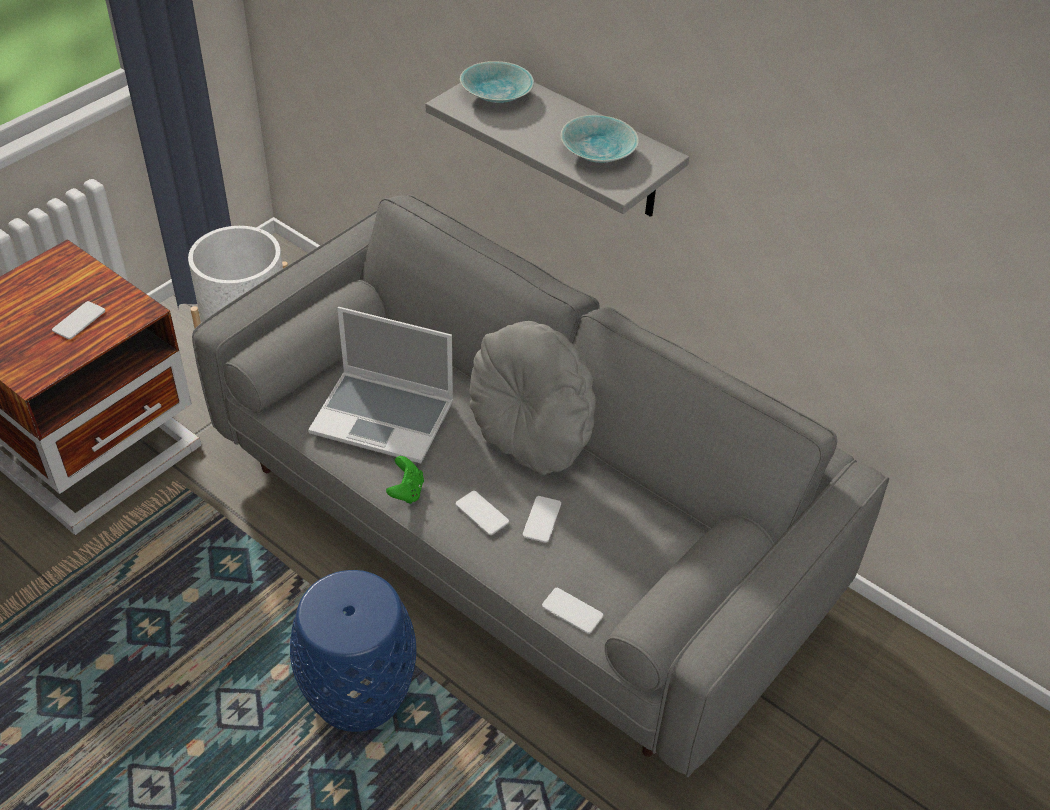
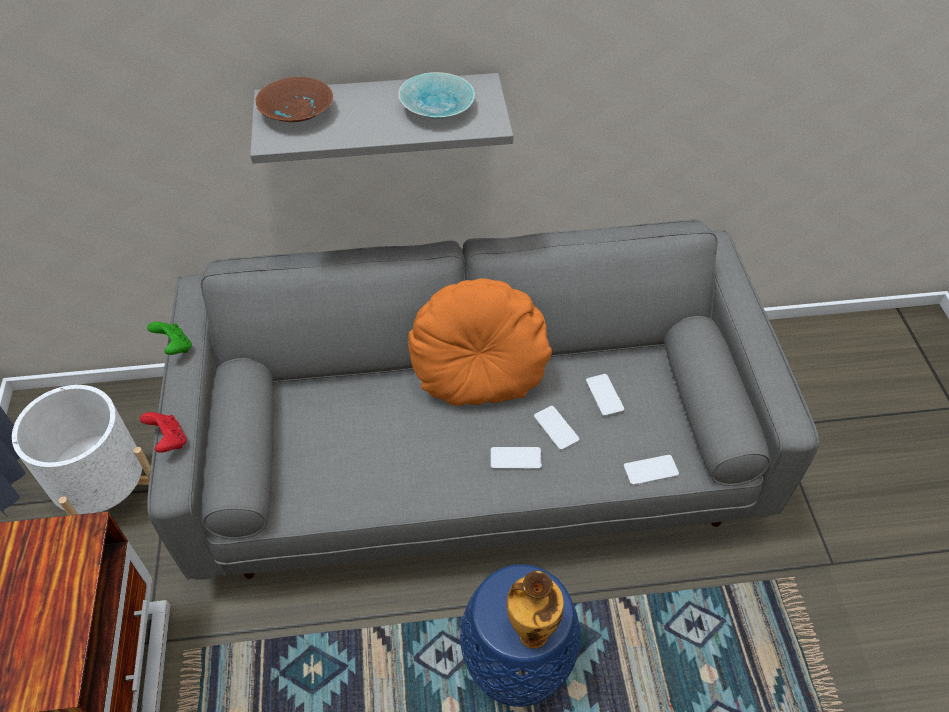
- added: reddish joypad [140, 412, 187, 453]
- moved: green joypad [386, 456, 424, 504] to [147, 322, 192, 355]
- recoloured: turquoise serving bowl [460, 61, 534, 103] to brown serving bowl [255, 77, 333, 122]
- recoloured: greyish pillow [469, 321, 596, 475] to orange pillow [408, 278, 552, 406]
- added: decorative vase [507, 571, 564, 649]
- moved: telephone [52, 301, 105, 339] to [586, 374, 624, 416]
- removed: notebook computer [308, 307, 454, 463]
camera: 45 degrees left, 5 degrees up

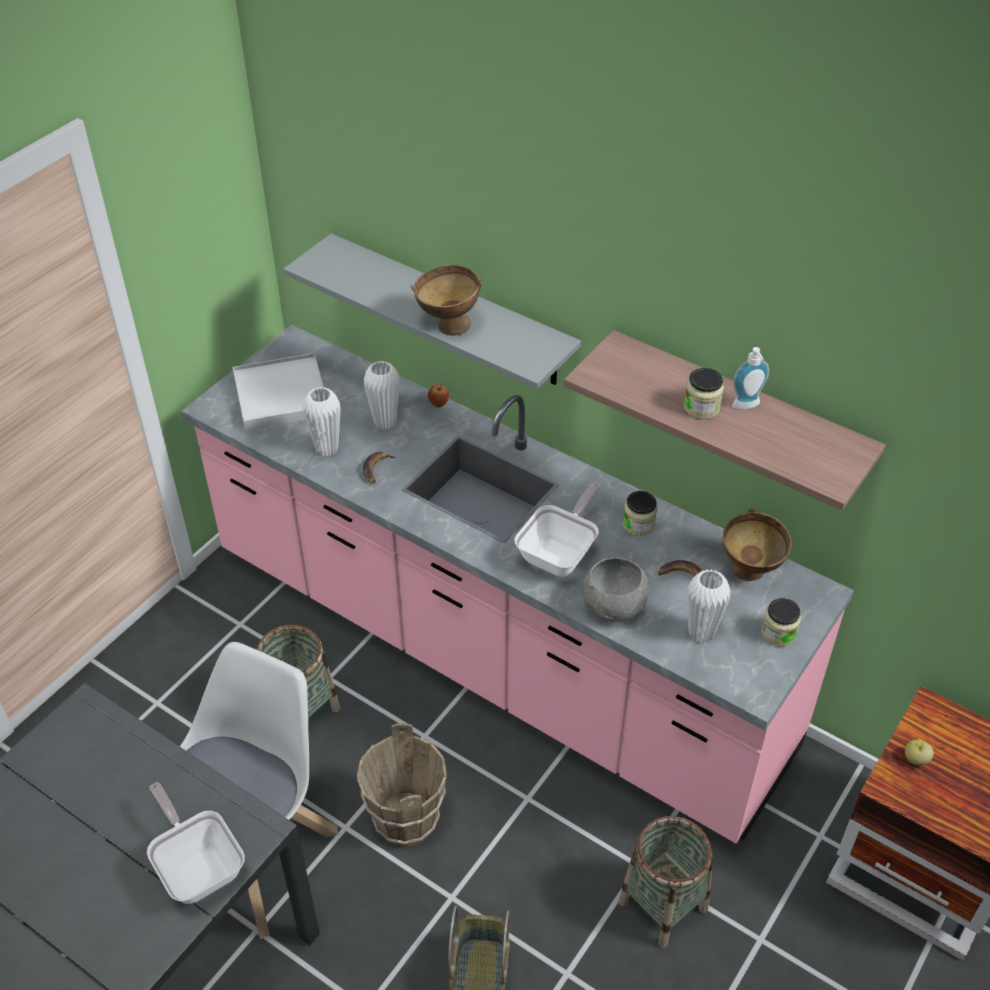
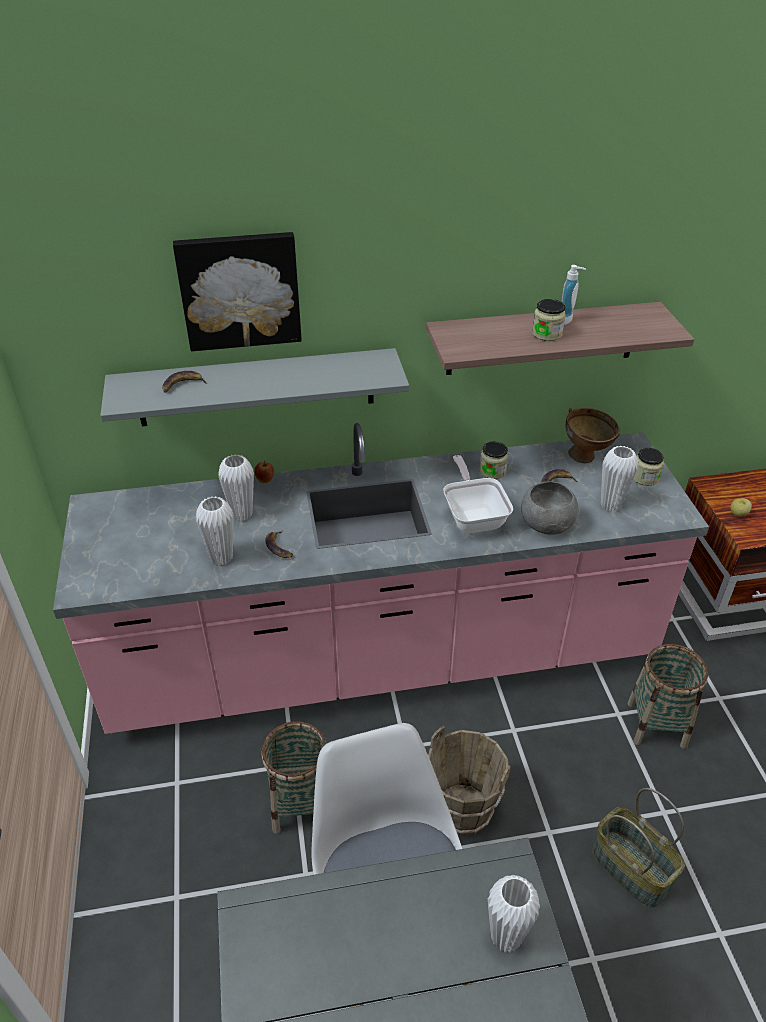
- added: banana fruit [162, 371, 207, 392]
- added: picture [173, 232, 302, 351]
- replaced: skillet [147, 782, 245, 904] to white decorative vase [488, 875, 540, 953]
- removed: white tray [233, 353, 324, 431]
- removed: brown serving bowl [410, 265, 482, 336]
camera: 45 degrees left, 5 degrees down

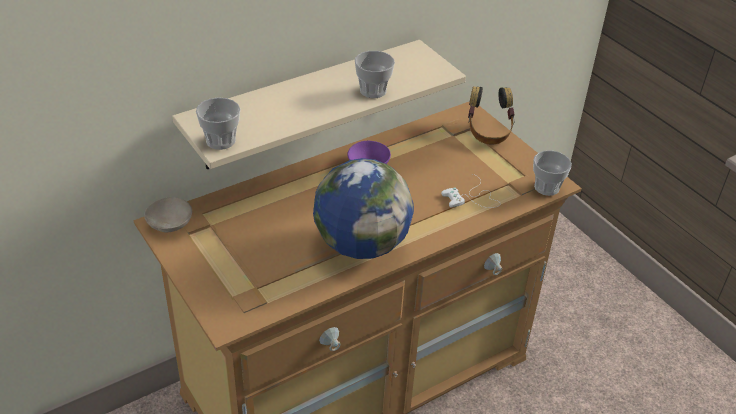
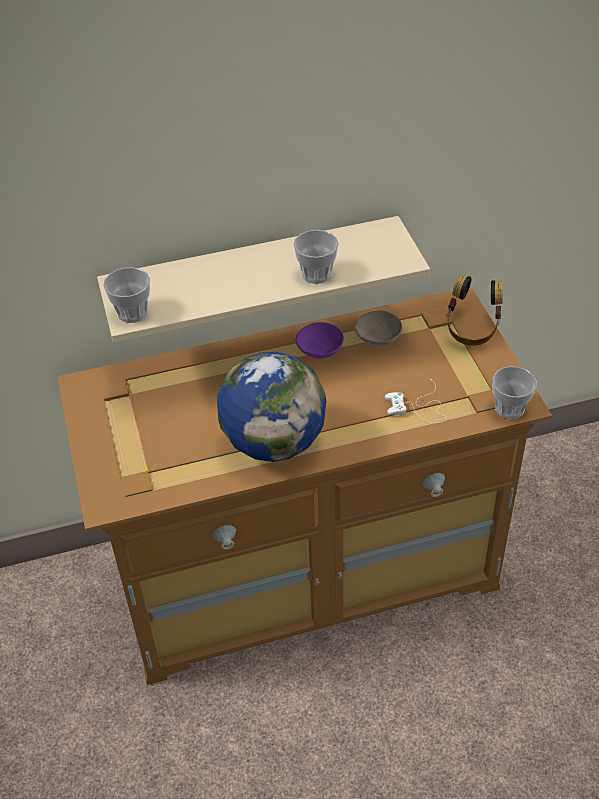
- moved: beige-coloured serving bowl [144, 197, 192, 233] to [355, 311, 402, 346]
camera: 20 degrees right, 5 degrees up

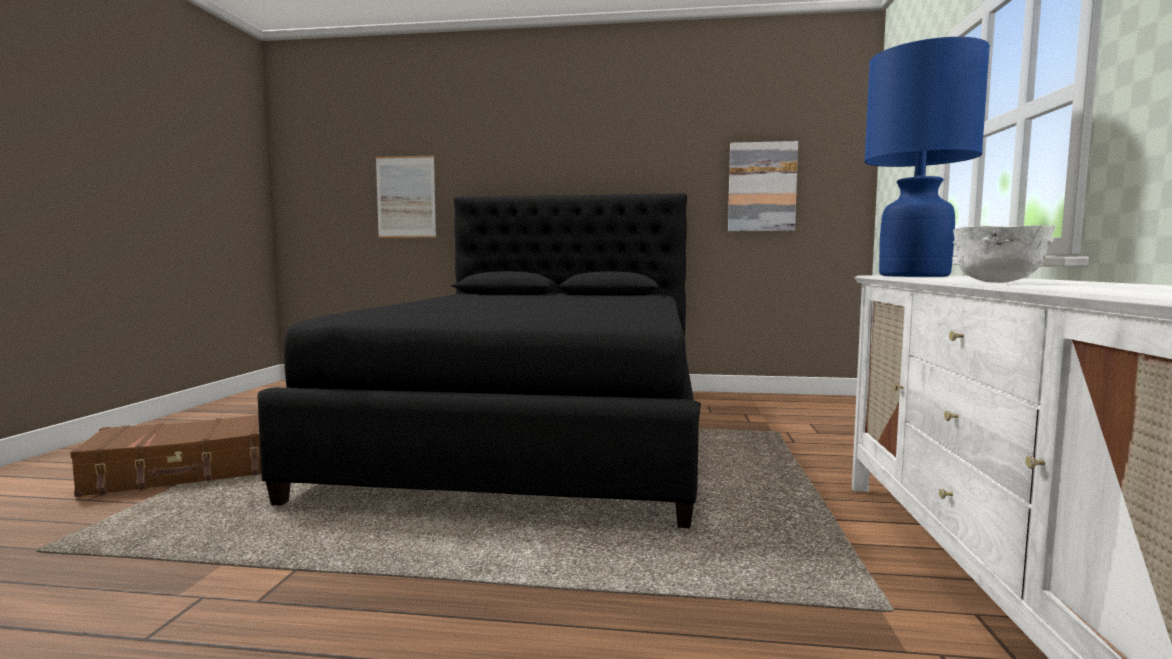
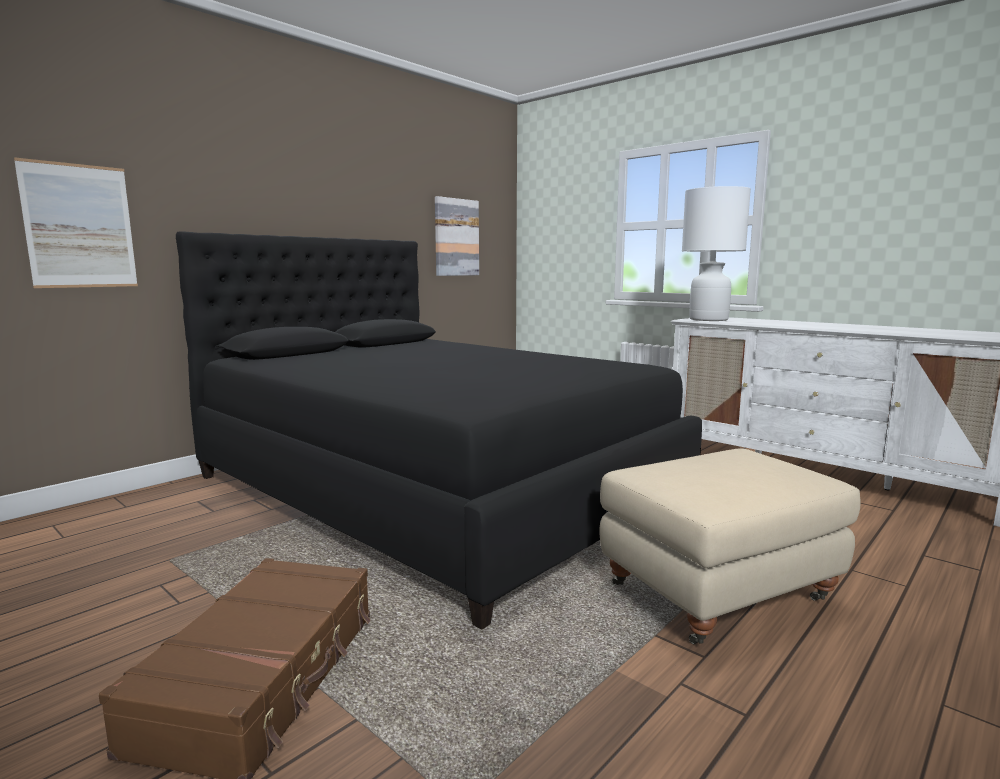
- added: beige-coloured pouffe [599, 448, 861, 644]
- recoloured: blue lamp for a table [864, 37, 990, 277] to white lamp for a table [682, 186, 751, 321]
- removed: white serving bowl [953, 225, 1056, 283]
camera: 55 degrees left, 5 degrees up

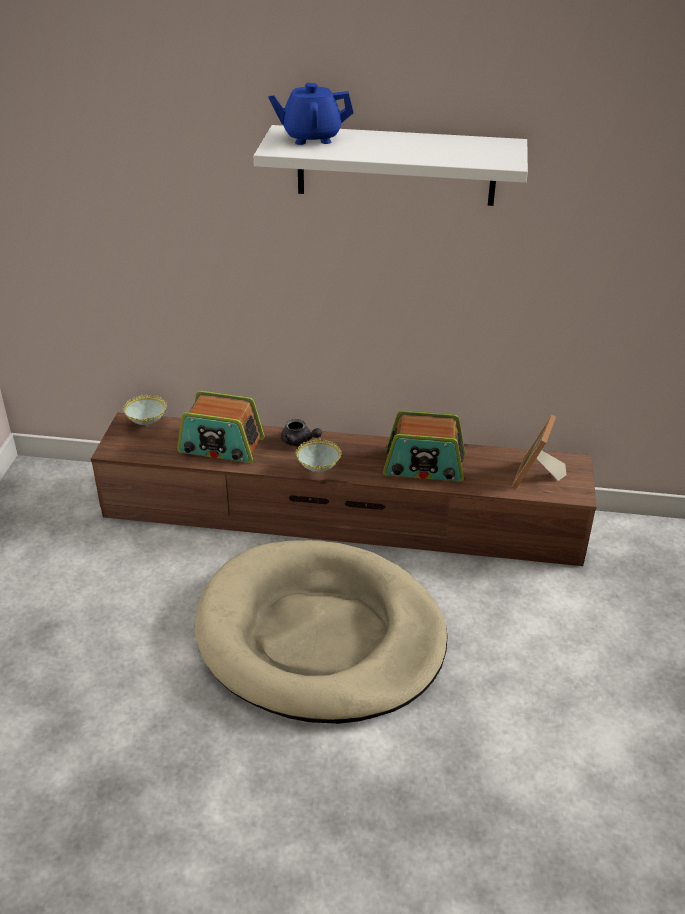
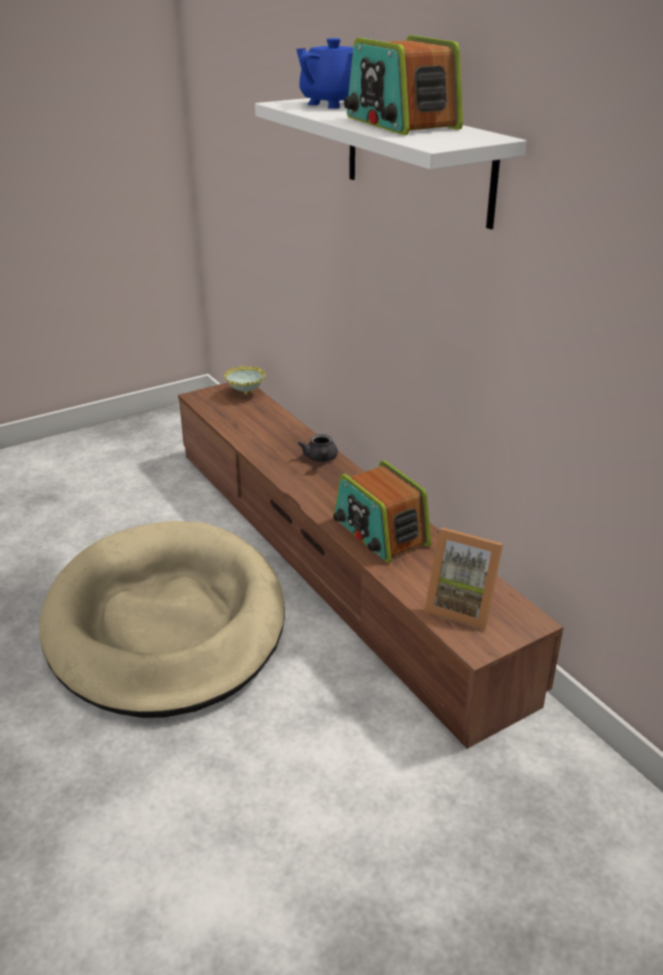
- moved: radio receiver [177, 391, 265, 463] to [344, 35, 463, 135]
- turned: picture frame [512, 414, 566, 489] = [424, 528, 503, 630] 135 degrees counterclockwise
- removed: serving bowl [296, 439, 342, 472]
camera: 50 degrees right, 5 degrees down

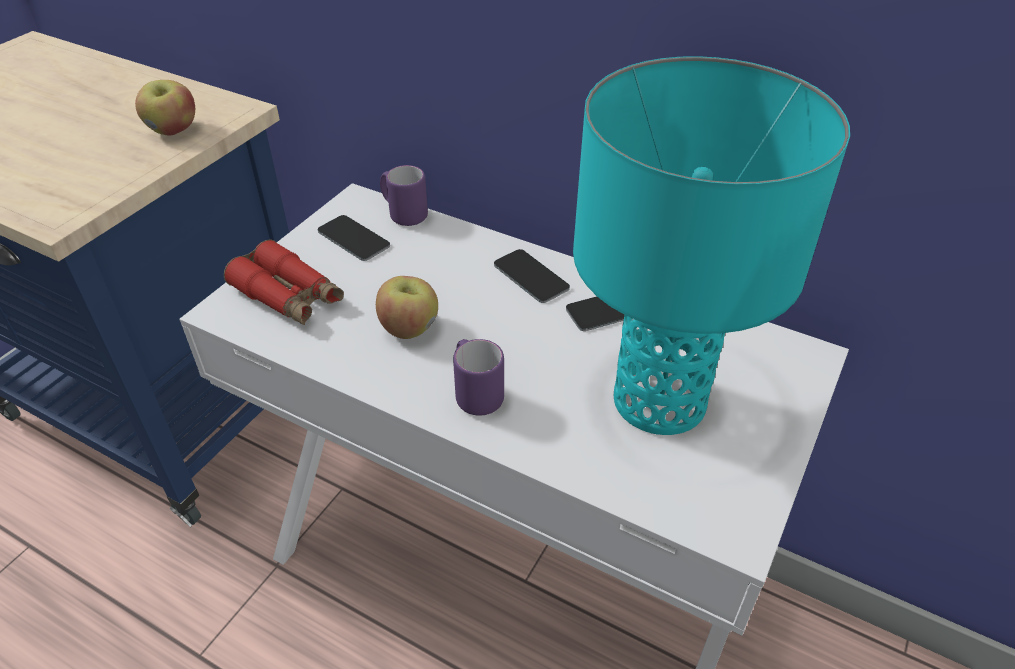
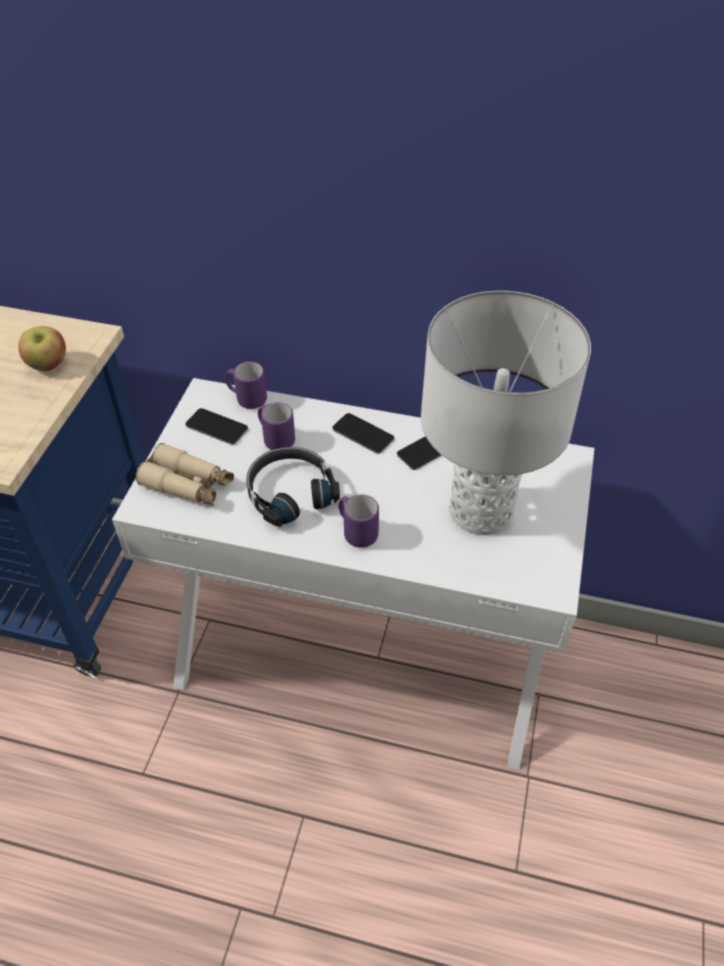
- recoloured: reddish binoculars [224, 239, 344, 325] to beige-coloured binoculars [136, 443, 234, 506]
- replaced: apple fruit [376, 276, 438, 339] to black headphones [246, 447, 340, 527]
- added: purple mug [258, 402, 295, 450]
- recoloured: turquoise lamp for a table [573, 56, 850, 435] to white lamp for a table [421, 291, 591, 535]
camera: 15 degrees left, 5 degrees up

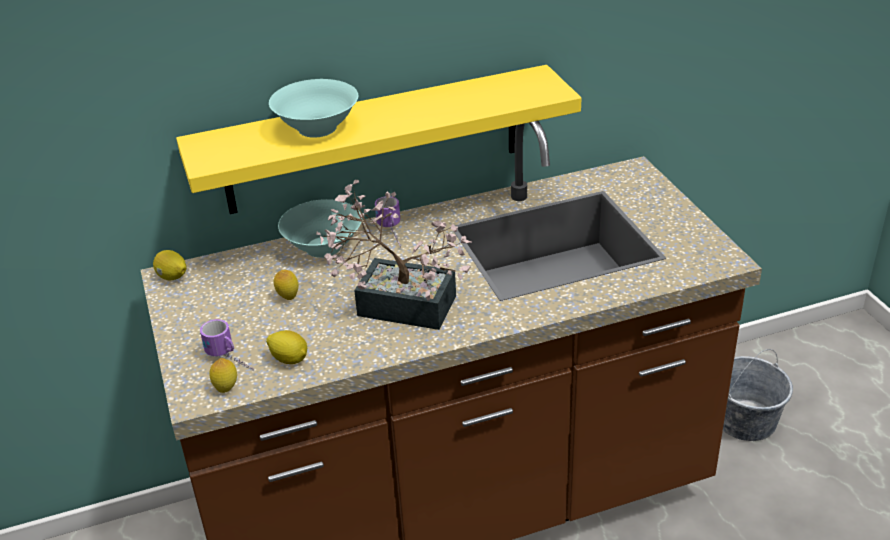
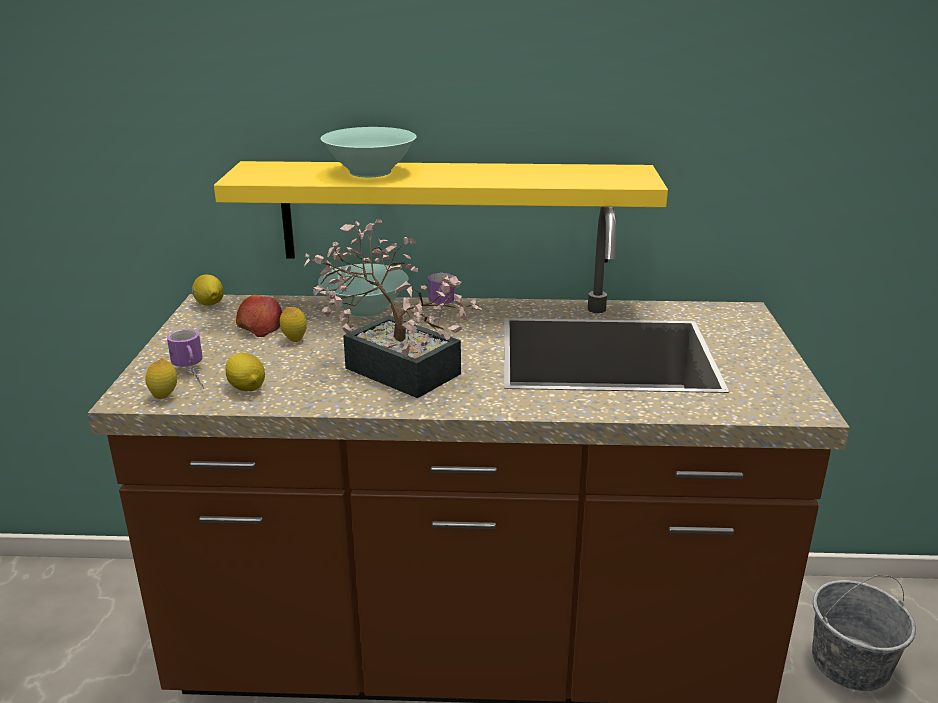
- added: apple fruit [236, 295, 282, 337]
camera: 20 degrees right, 10 degrees down

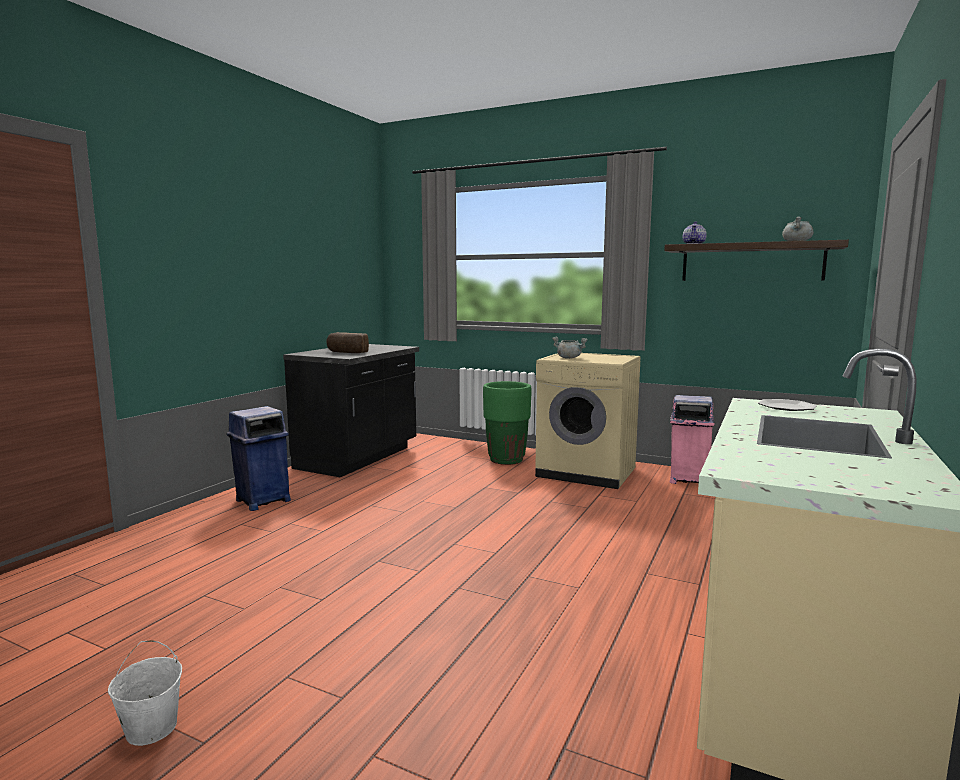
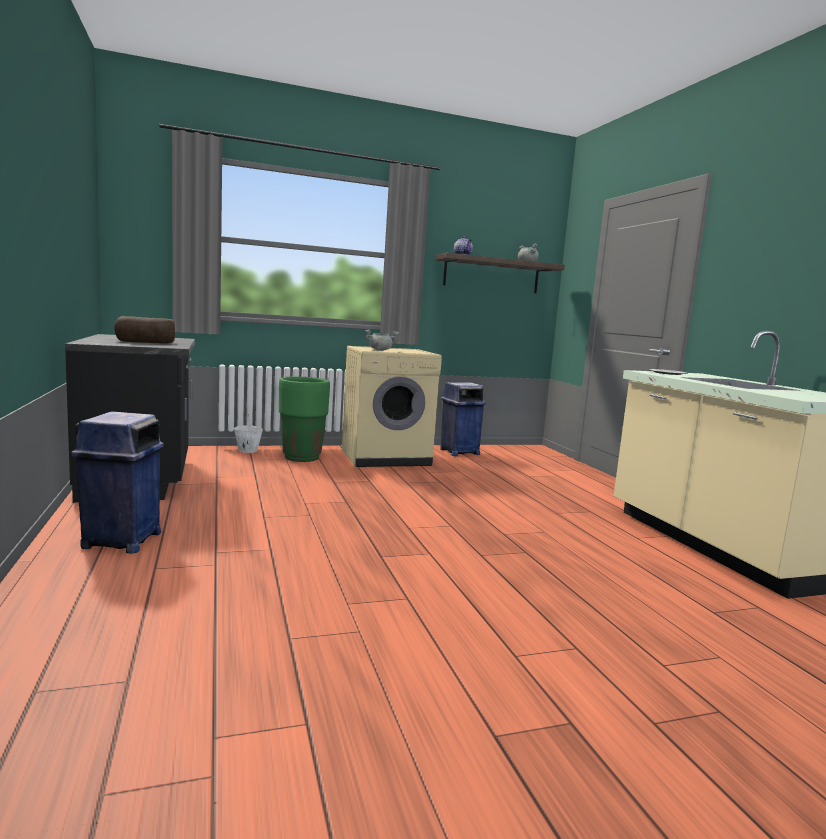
- moved: white pail [108, 640, 182, 746] to [233, 413, 263, 453]
- recoloured: pink trash can [670, 395, 715, 484] to blue trash can [440, 382, 486, 456]
camera: 45 degrees left, 0 degrees up

